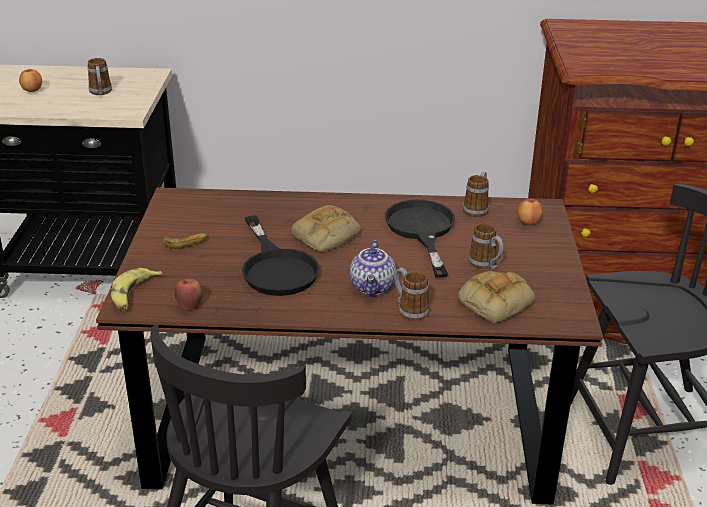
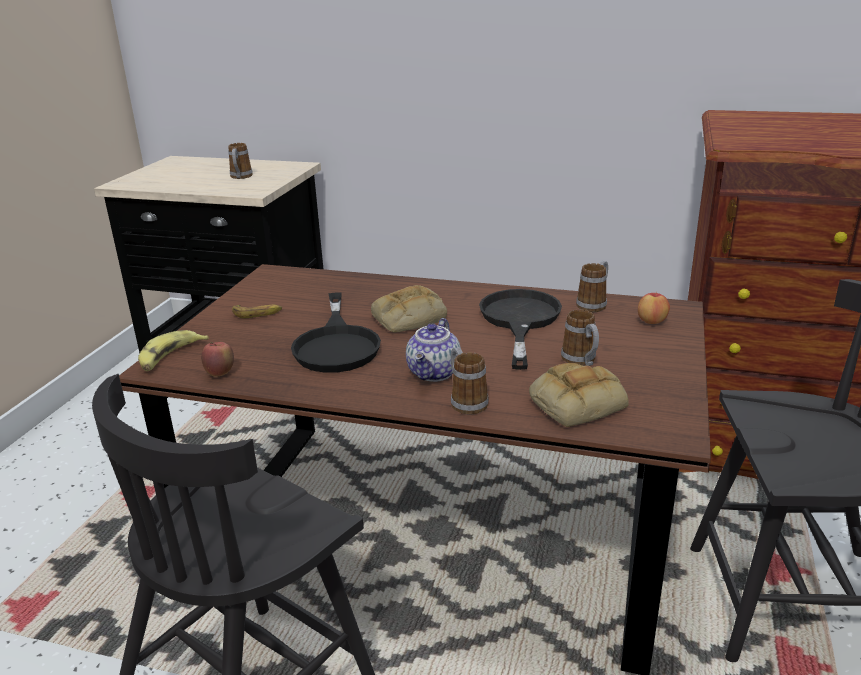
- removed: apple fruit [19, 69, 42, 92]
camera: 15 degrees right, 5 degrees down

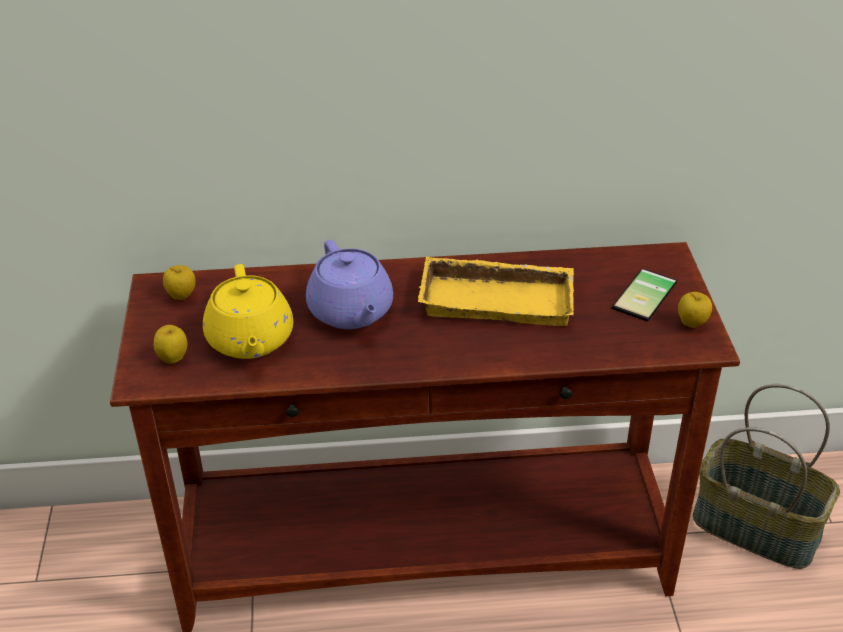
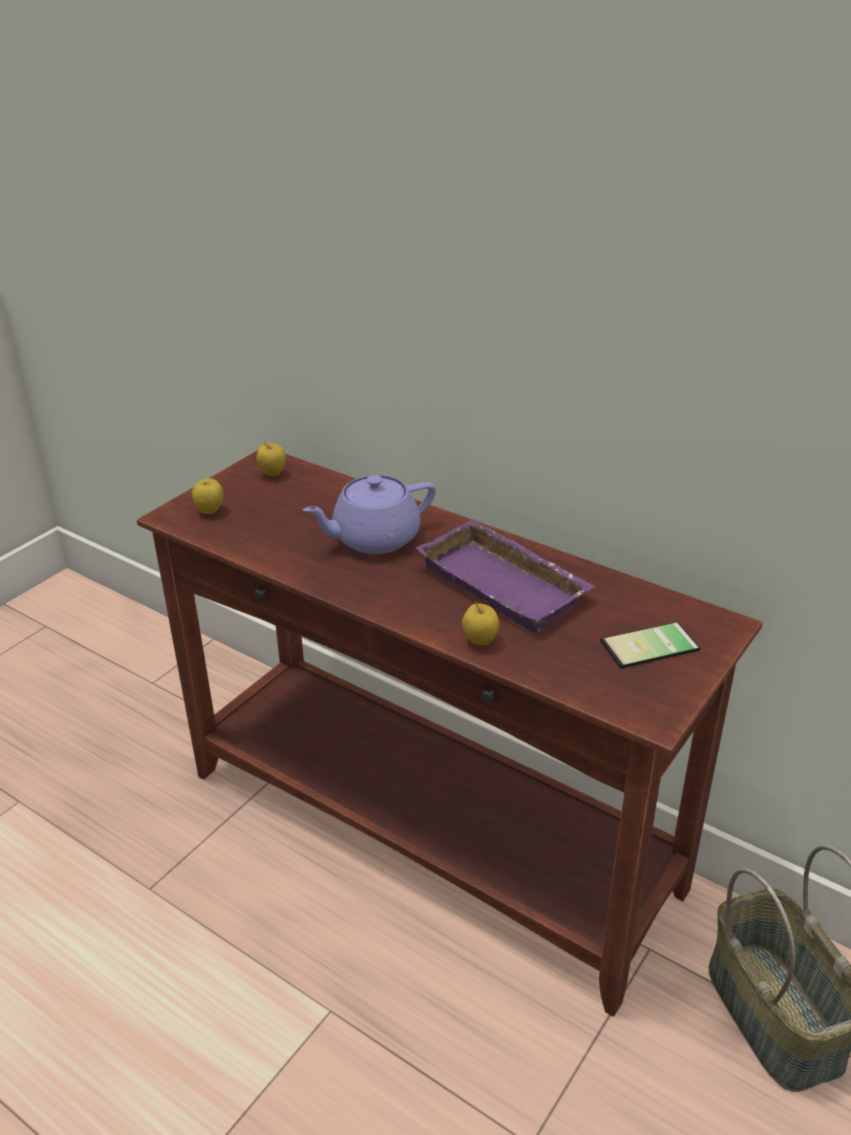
- turned: purple tea pot [306, 240, 393, 329] = [303, 475, 436, 554] 45 degrees clockwise
- recoloured: yellow-coloured tray [418, 256, 574, 326] to purple tray [416, 519, 595, 633]
- moved: apple fruit [678, 292, 712, 328] to [462, 601, 499, 646]
- removed: yellow-coloured tea pot [203, 264, 293, 359]
camera: 40 degrees right, 5 degrees down

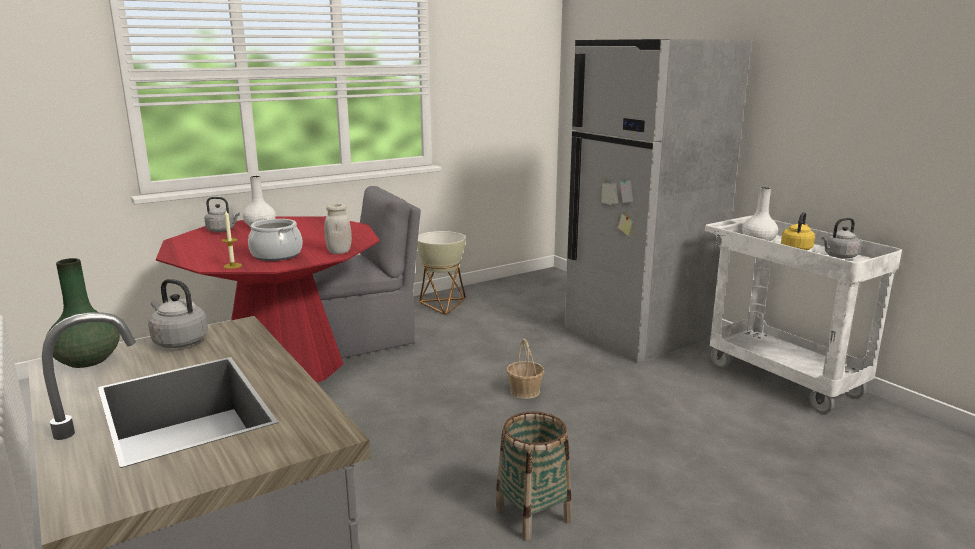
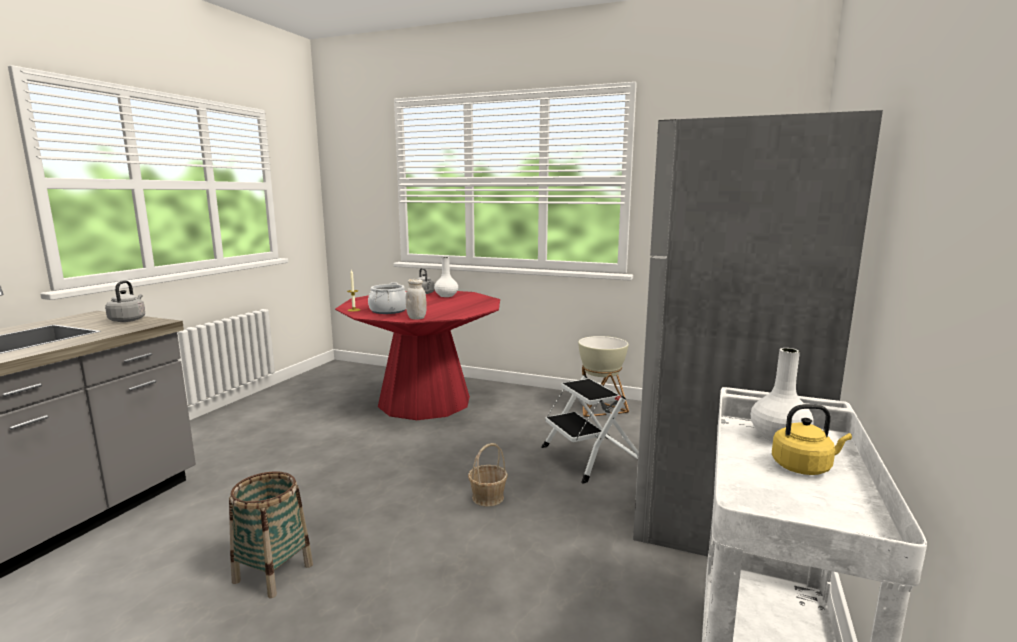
- added: stepladder [541, 375, 638, 484]
- removed: green decorative vase [46, 258, 120, 368]
- removed: greyish chair [312, 186, 421, 358]
- removed: greyish kettle [822, 218, 861, 259]
camera: 55 degrees right, 5 degrees down

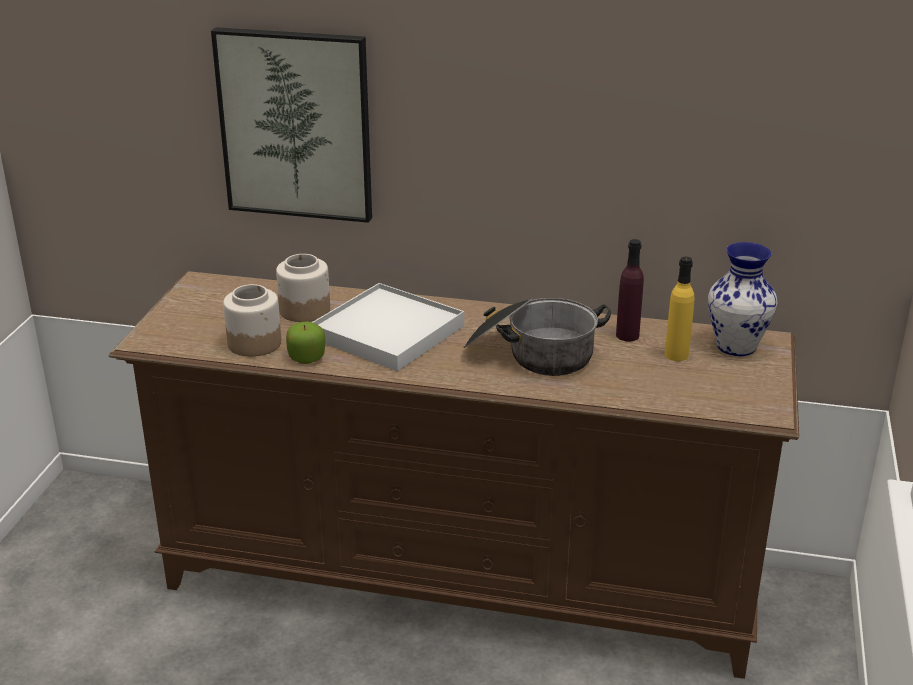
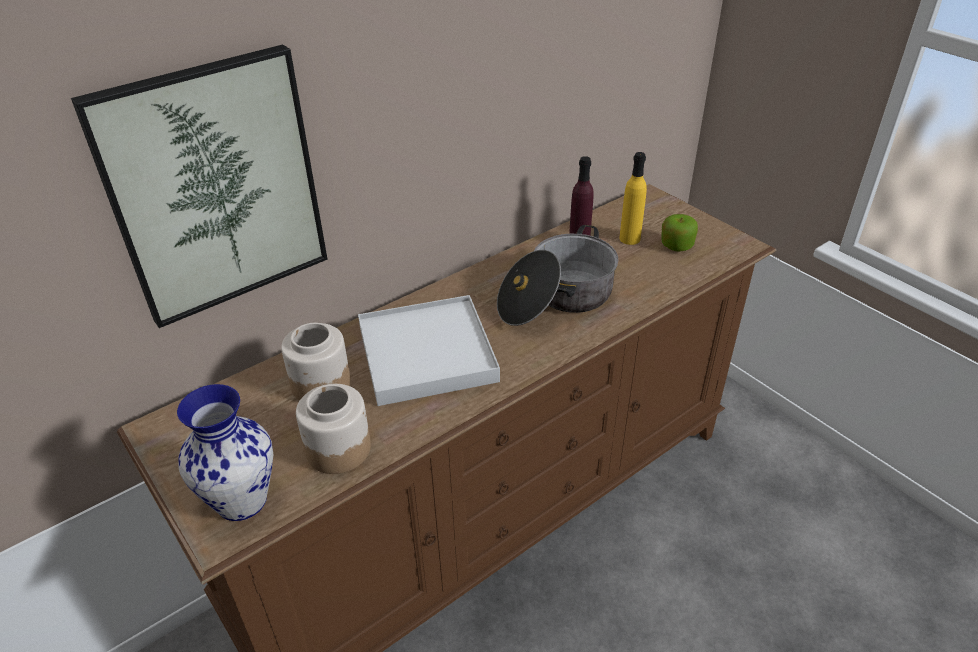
- moved: decorative vase [708, 242, 777, 356] to [177, 384, 273, 521]
- moved: apple fruit [286, 321, 325, 364] to [661, 214, 698, 251]
camera: 50 degrees left, 10 degrees up

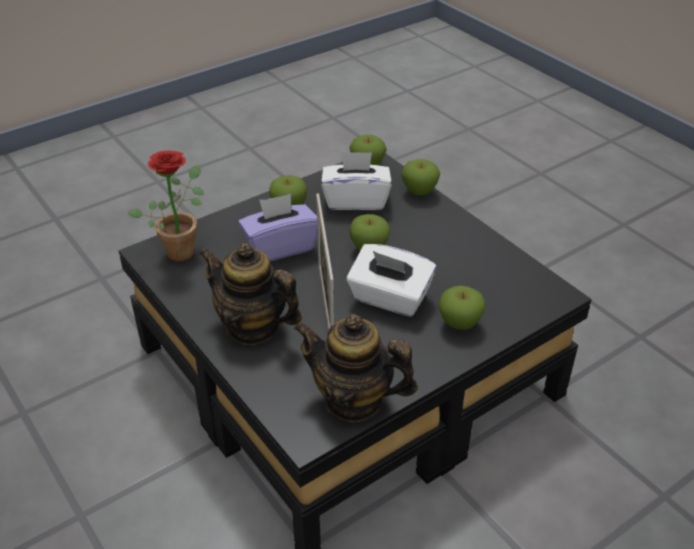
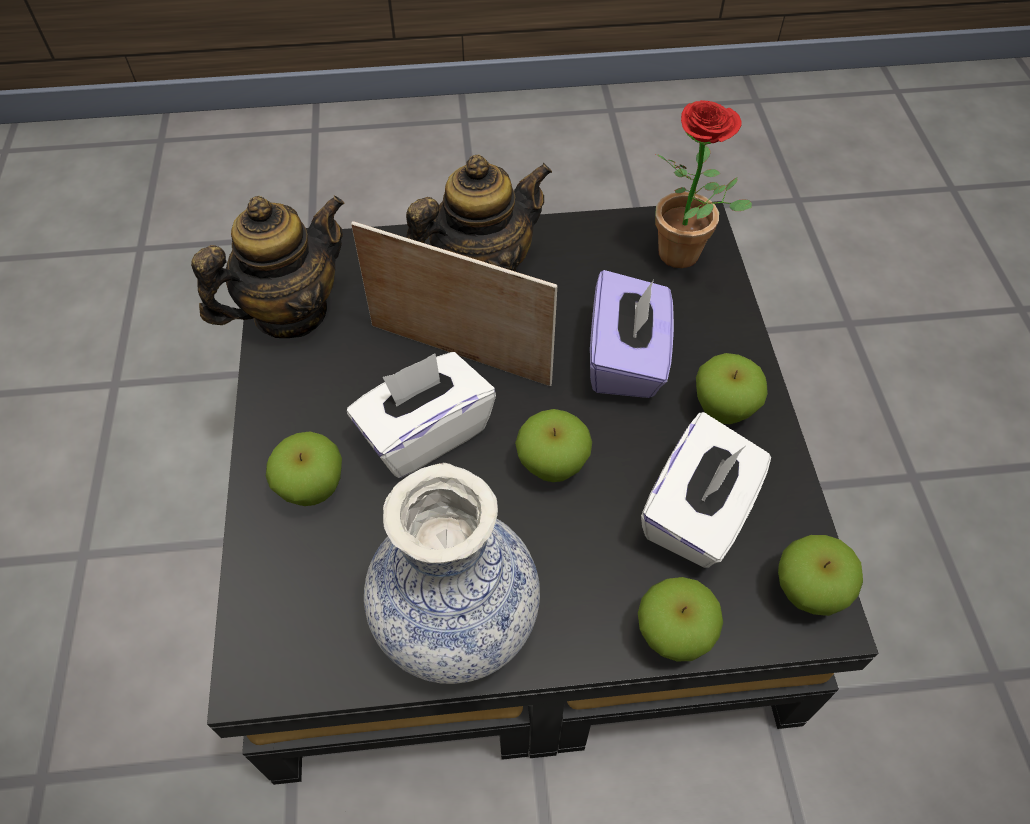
- added: decorative vase [364, 462, 540, 684]
camera: 120 degrees right, 15 degrees up

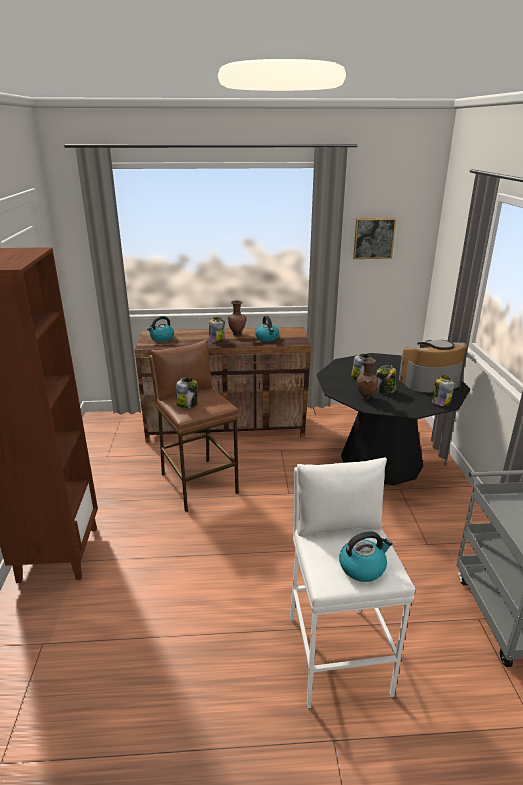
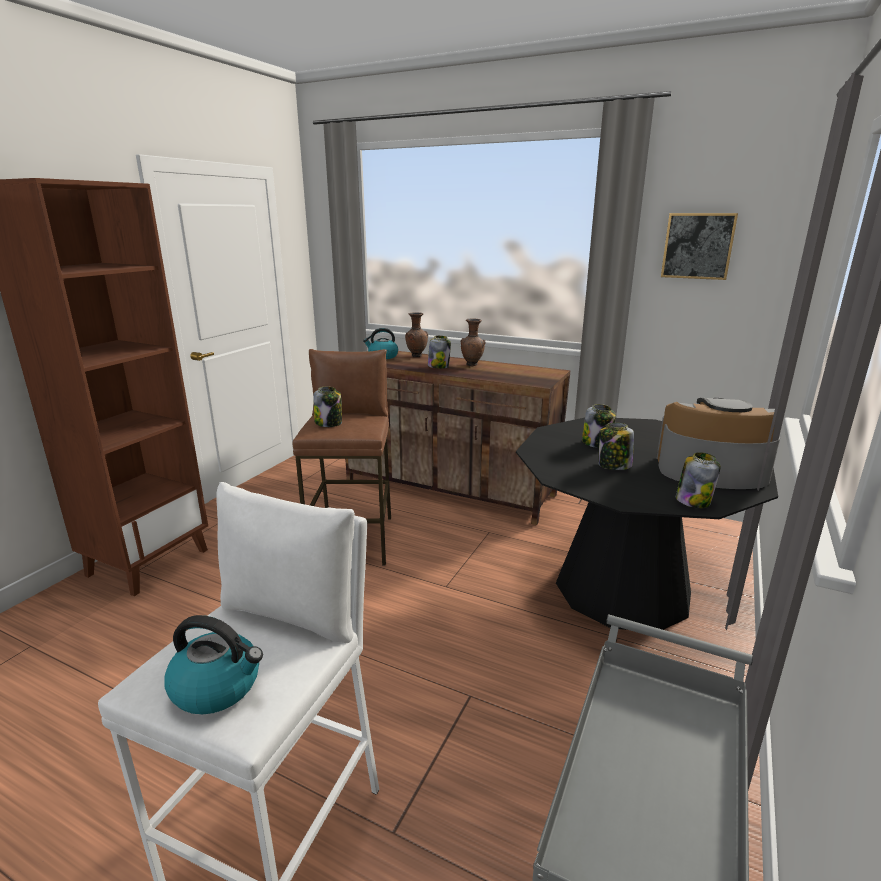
- moved: brown decorative vase [356, 358, 378, 400] to [405, 312, 428, 357]
- removed: kettle [255, 316, 279, 342]
camera: 30 degrees right, 5 degrees down

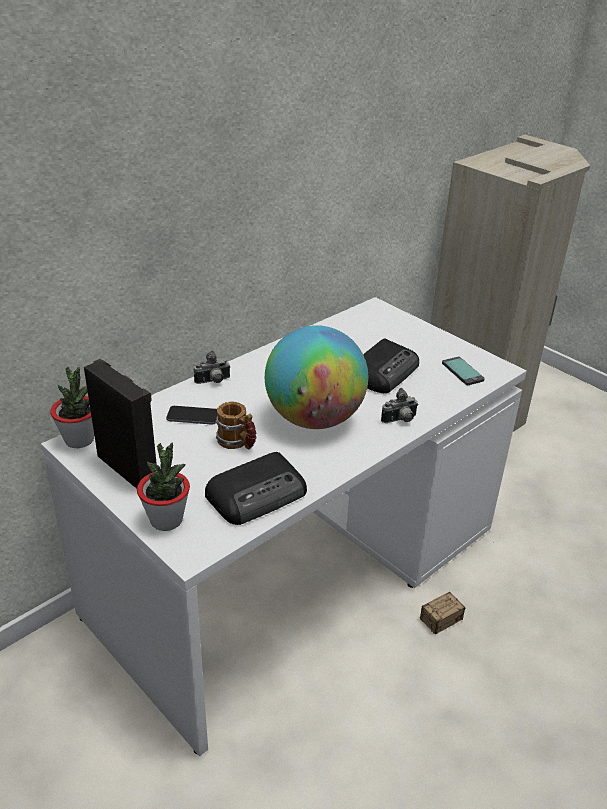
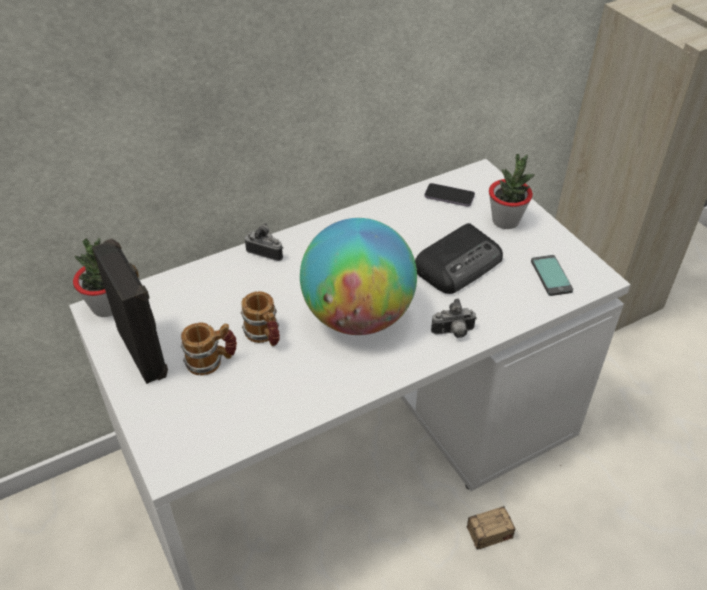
- added: mug [181, 322, 237, 376]
- turned: photo camera [194, 350, 230, 384] = [245, 223, 283, 261] 150 degrees counterclockwise
- moved: telephone [166, 406, 217, 425] to [424, 183, 475, 207]
- moved: houseplant [137, 443, 190, 531] to [489, 154, 535, 229]
- removed: radio receiver [205, 452, 307, 525]
camera: 15 degrees right, 10 degrees up

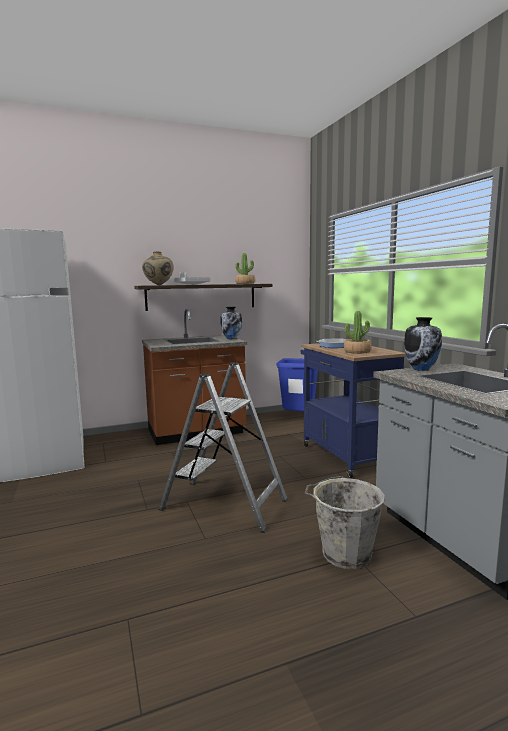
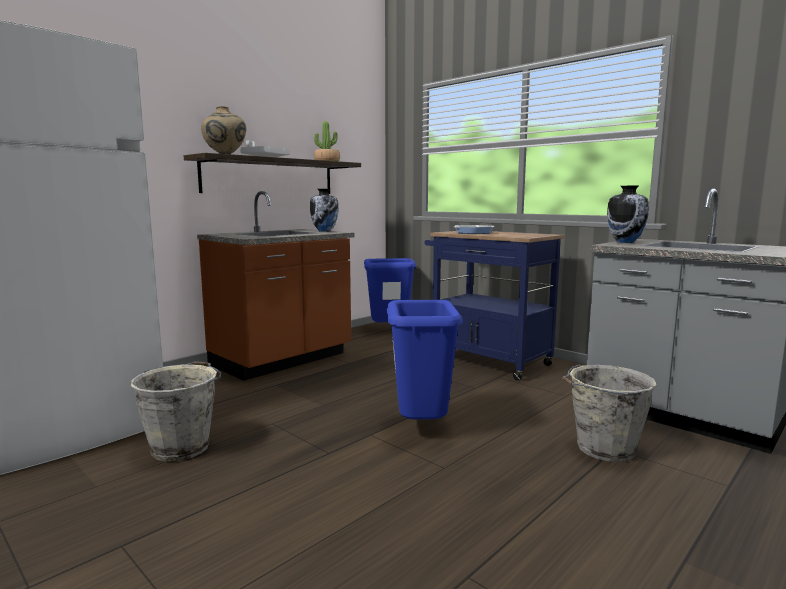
- added: greyish pail [131, 361, 221, 462]
- replaced: greyish stepladder [158, 362, 288, 533] to blue trash can [387, 300, 463, 420]
- removed: houseplant [344, 311, 372, 354]
camera: 25 degrees left, 0 degrees up

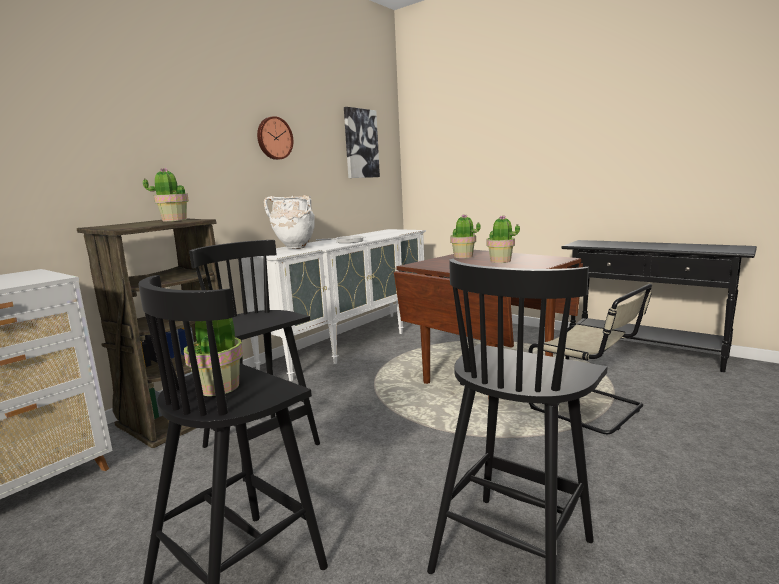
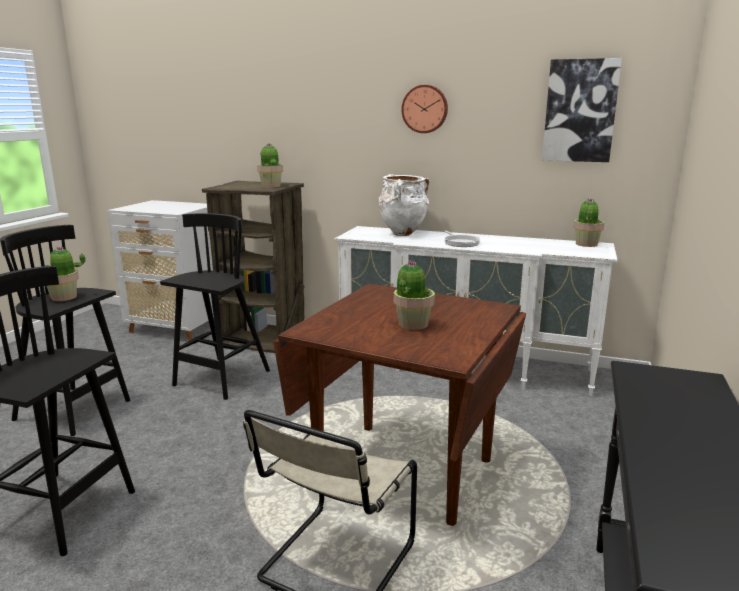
- moved: houseplant [450, 214, 481, 258] to [573, 198, 605, 247]
camera: 70 degrees right, 5 degrees up

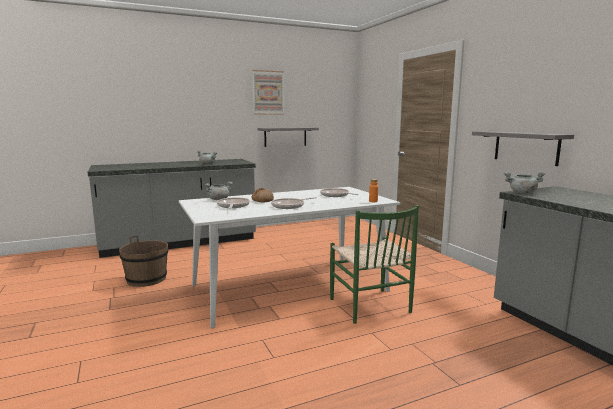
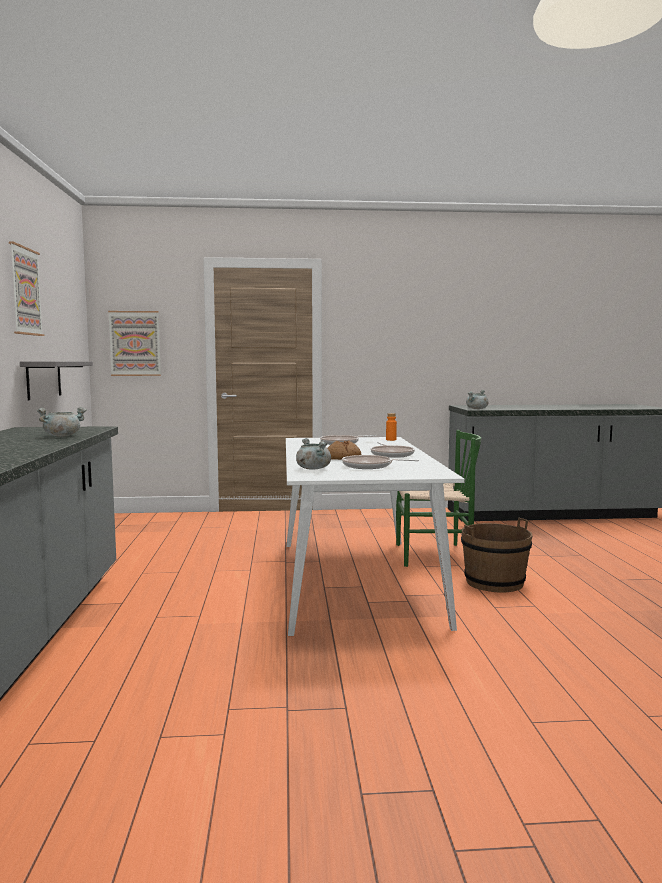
- added: picture [108, 311, 161, 376]
- moved: brown pail [119, 236, 168, 287] to [461, 518, 532, 592]
- removed: greyish bracket shelf [472, 131, 574, 166]
camera: 70 degrees left, 5 degrees down

